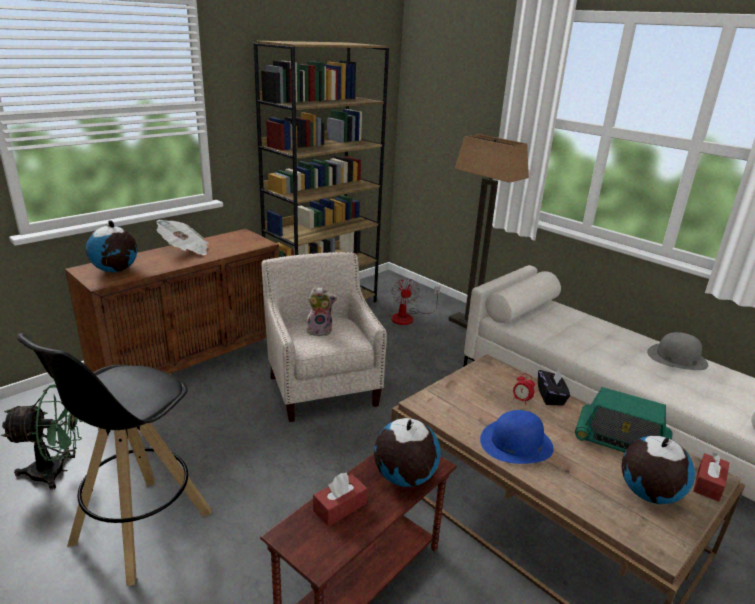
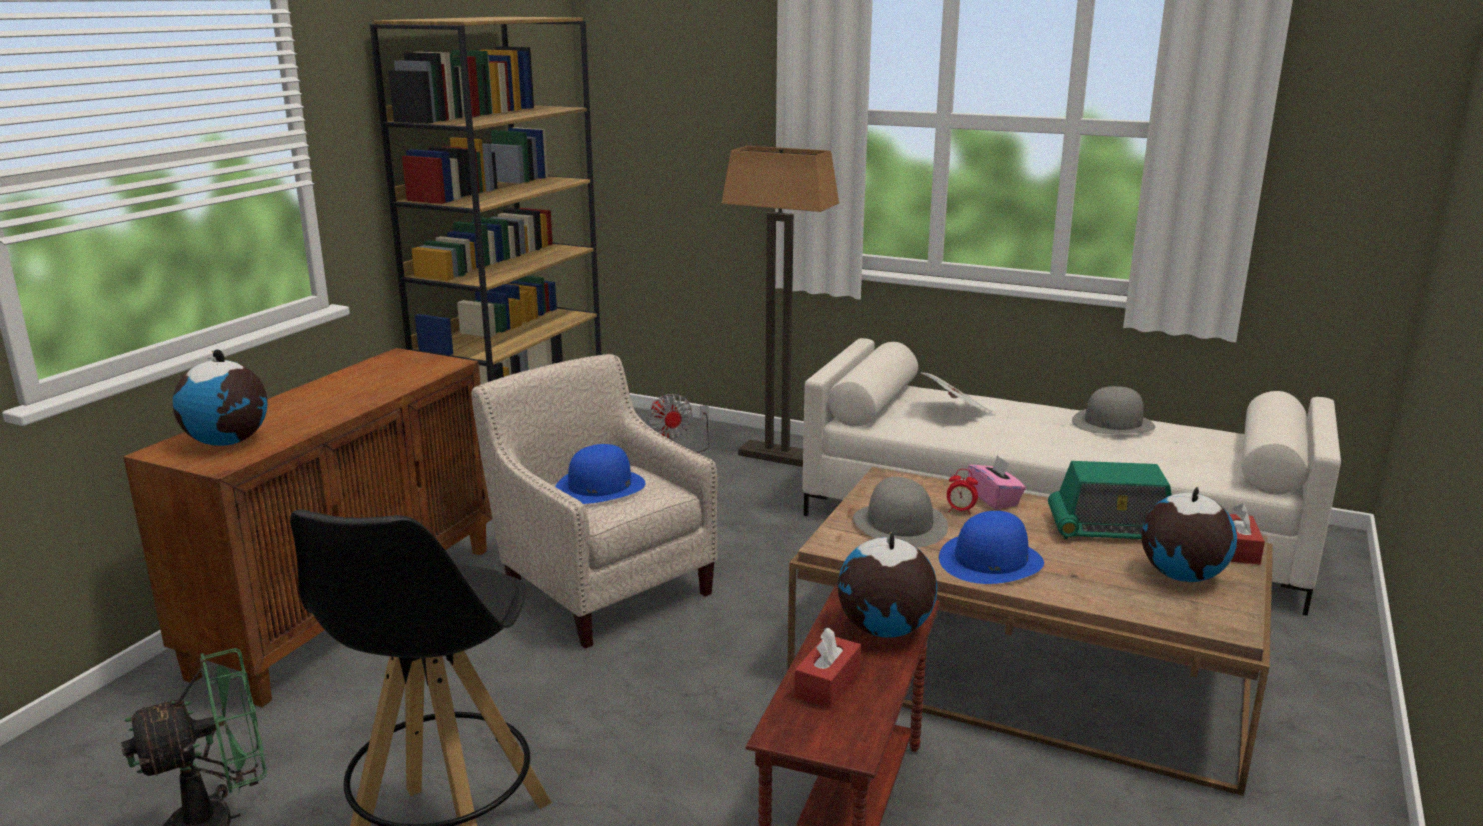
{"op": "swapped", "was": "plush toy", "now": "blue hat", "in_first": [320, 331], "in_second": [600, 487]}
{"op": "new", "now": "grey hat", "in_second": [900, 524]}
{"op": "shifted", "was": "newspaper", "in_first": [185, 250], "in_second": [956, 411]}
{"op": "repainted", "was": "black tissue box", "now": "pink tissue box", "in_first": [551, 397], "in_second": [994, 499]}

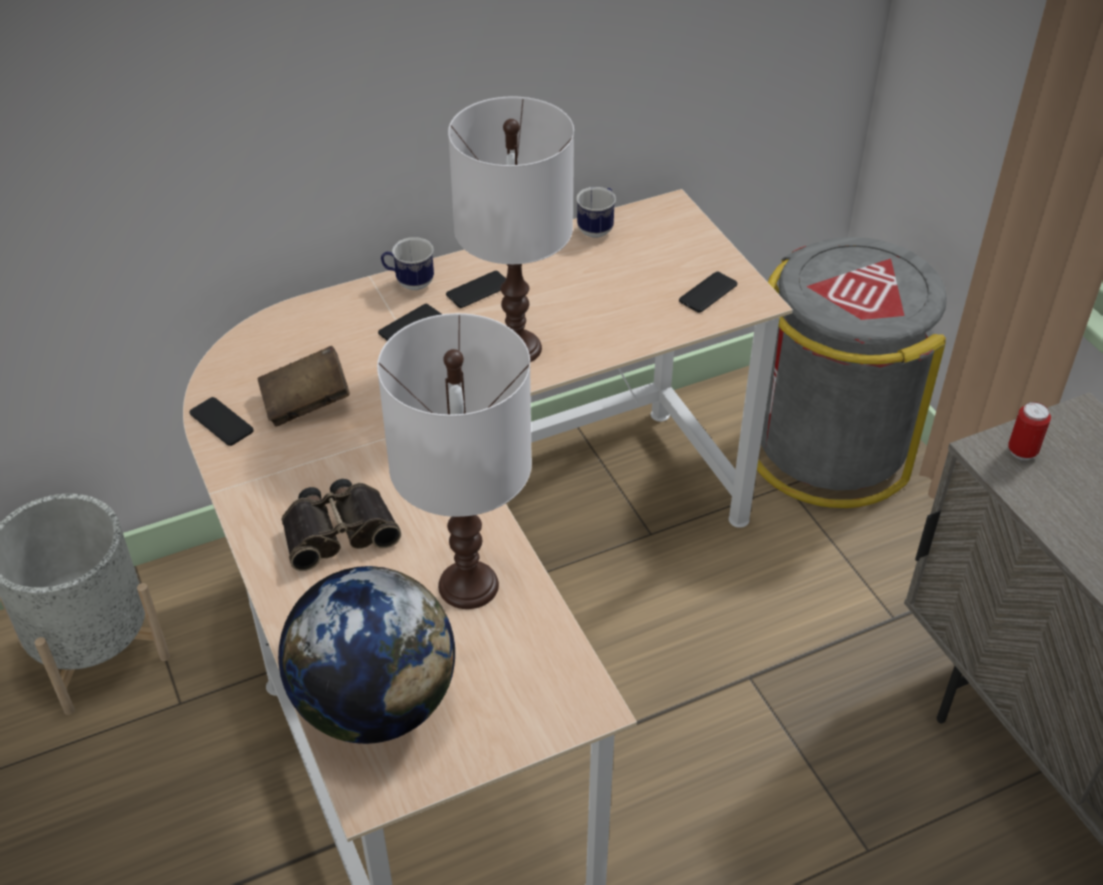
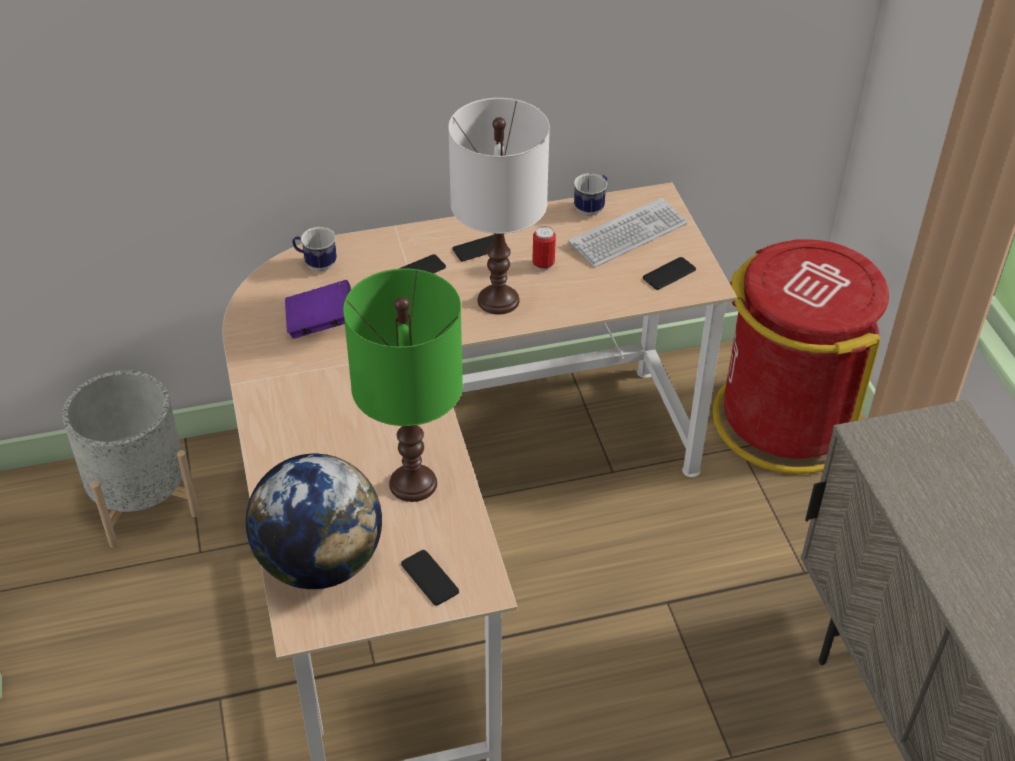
{"op": "repainted", "was": "brown book", "now": "purple book", "in_first": [306, 403], "in_second": [320, 323]}
{"op": "shifted", "was": "mug", "in_first": [409, 283], "in_second": [316, 264]}
{"op": "repainted", "was": "white table lamp", "now": "green table lamp", "in_first": [467, 584], "in_second": [412, 482]}
{"op": "shifted", "was": "phone", "in_first": [221, 422], "in_second": [430, 578]}
{"op": "shifted", "was": "can", "in_first": [1022, 451], "in_second": [543, 264]}
{"op": "new", "now": "keyboard", "in_second": [628, 234]}
{"op": "repainted", "was": "grey trash can", "now": "red trash can", "in_first": [827, 447], "in_second": [784, 420]}
{"op": "gone", "was": "binoculars", "in_first": [338, 529]}

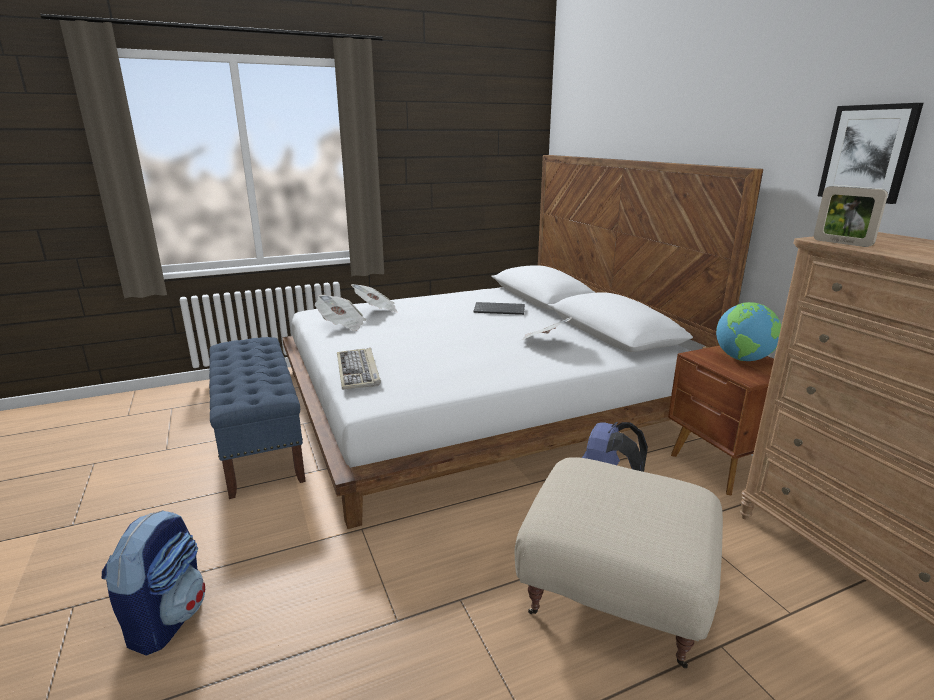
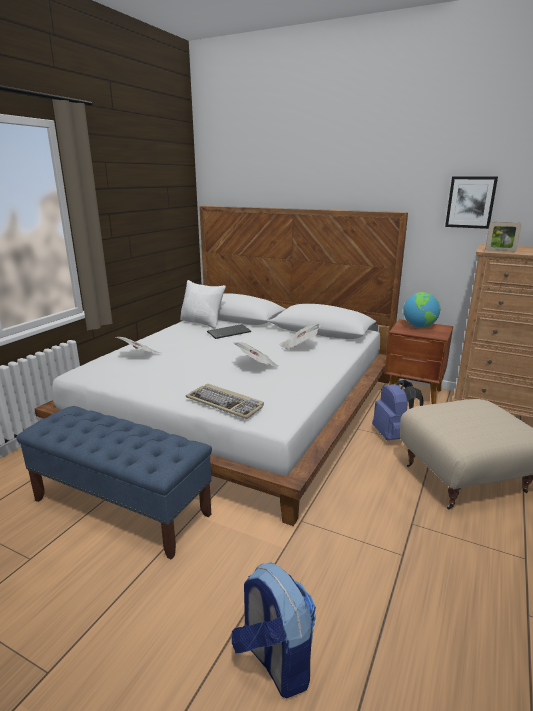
{"op": "new", "now": "white pillow", "in_second": [202, 323]}
{"op": "shifted", "was": "newspaper", "in_first": [342, 325], "in_second": [256, 365]}

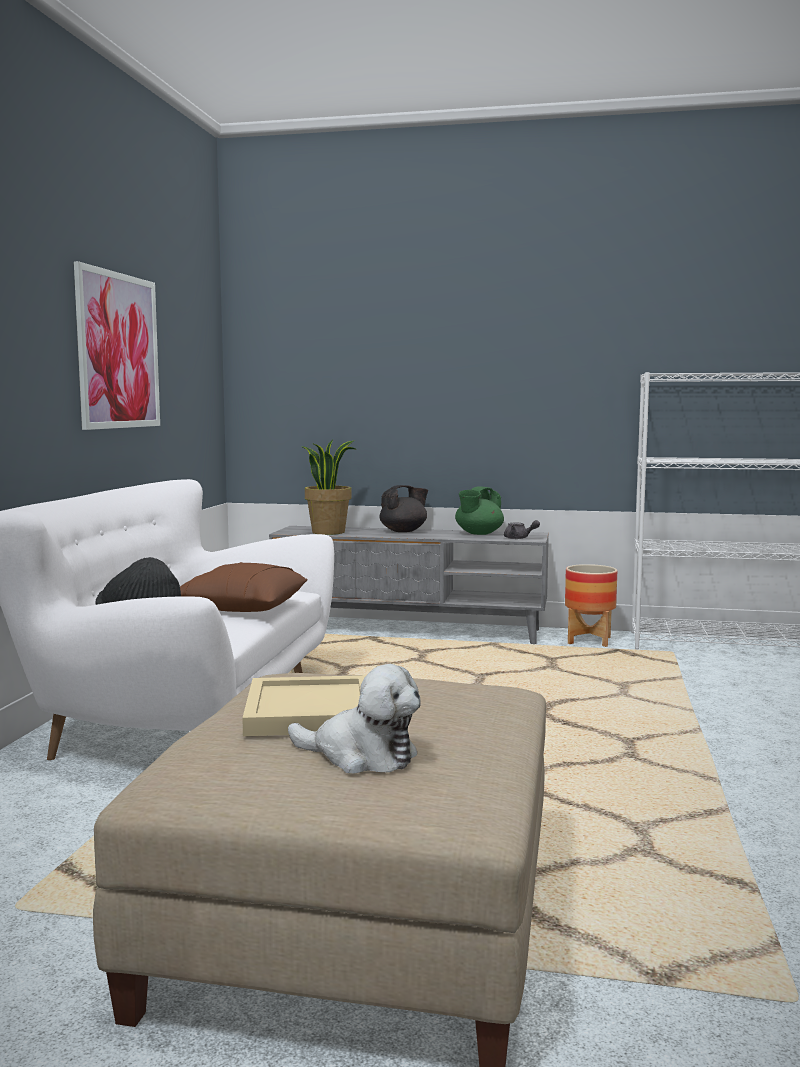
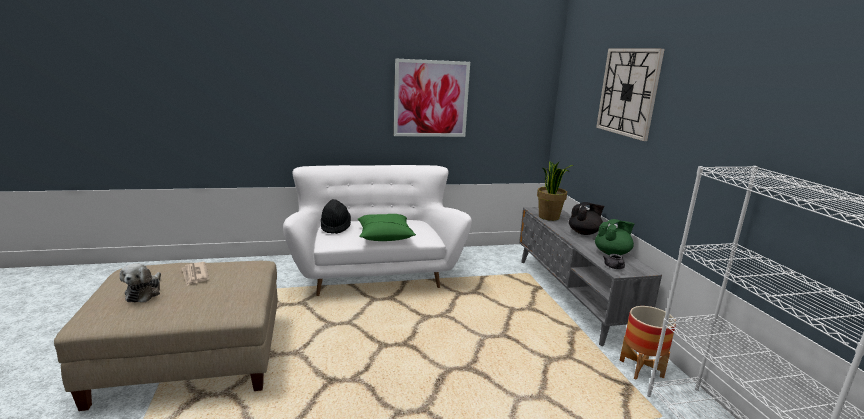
{"op": "swapped", "was": "beige tray", "now": "newspaper", "in_first": [312, 711], "in_second": [195, 275]}
{"op": "repainted", "was": "brown pillow", "now": "green pillow", "in_first": [242, 607], "in_second": [384, 236]}
{"op": "rotated", "was": "black teapot", "in_first": [404, 531], "in_second": [584, 233], "clockwise": -60}
{"op": "rotated", "was": "green teapot", "in_first": [478, 533], "in_second": [612, 253], "clockwise": 135}
{"op": "new", "now": "wall clock", "in_second": [628, 92]}

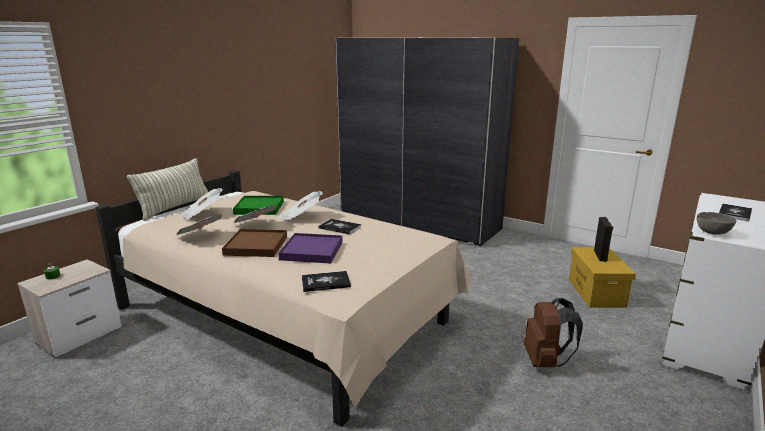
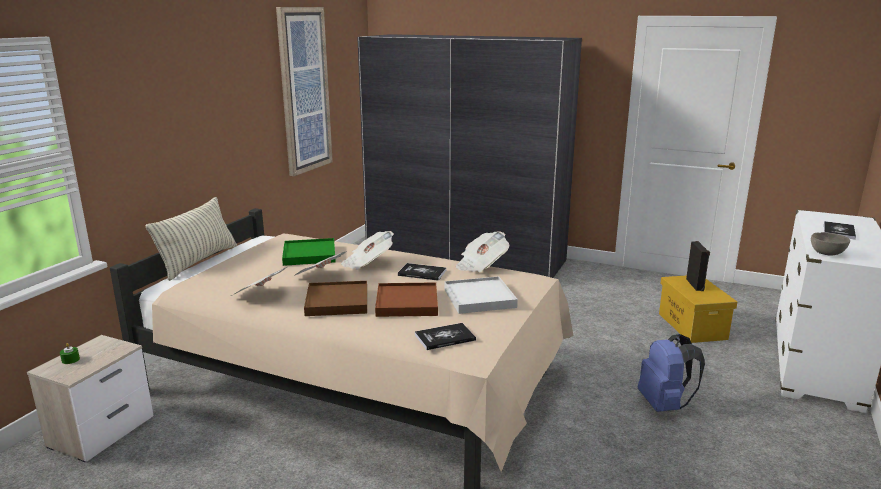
{"op": "new", "now": "picture", "in_second": [304, 91]}
{"op": "repainted", "was": "purple tray", "now": "brown tray", "in_first": [311, 251], "in_second": [406, 303]}
{"op": "new", "now": "white tray", "in_second": [479, 298]}
{"op": "shifted", "was": "newspaper", "in_first": [202, 214], "in_second": [481, 265]}
{"op": "repainted", "was": "brown backpack", "now": "blue backpack", "in_first": [545, 361], "in_second": [664, 405]}

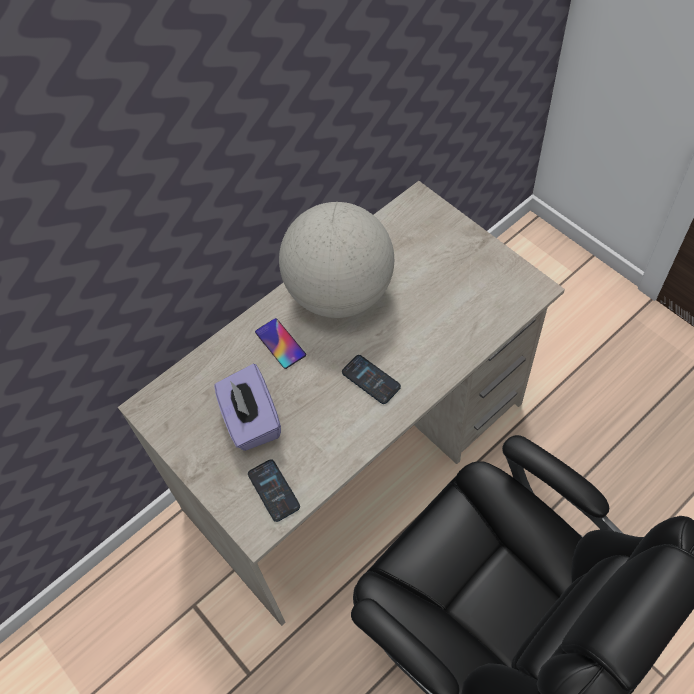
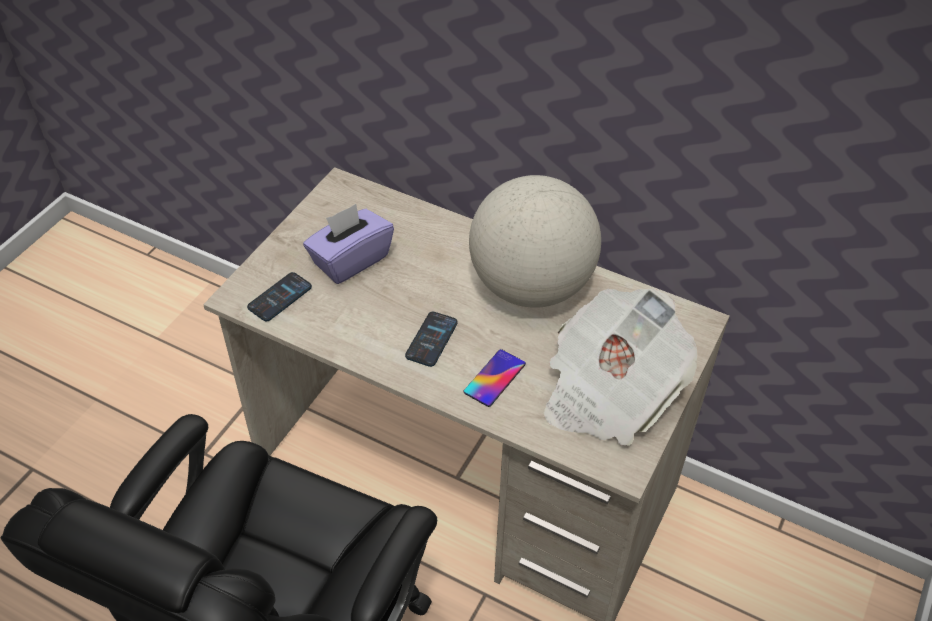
{"op": "shifted", "was": "phone", "in_first": [280, 343], "in_second": [494, 378]}
{"op": "new", "now": "newspaper", "in_second": [609, 391]}

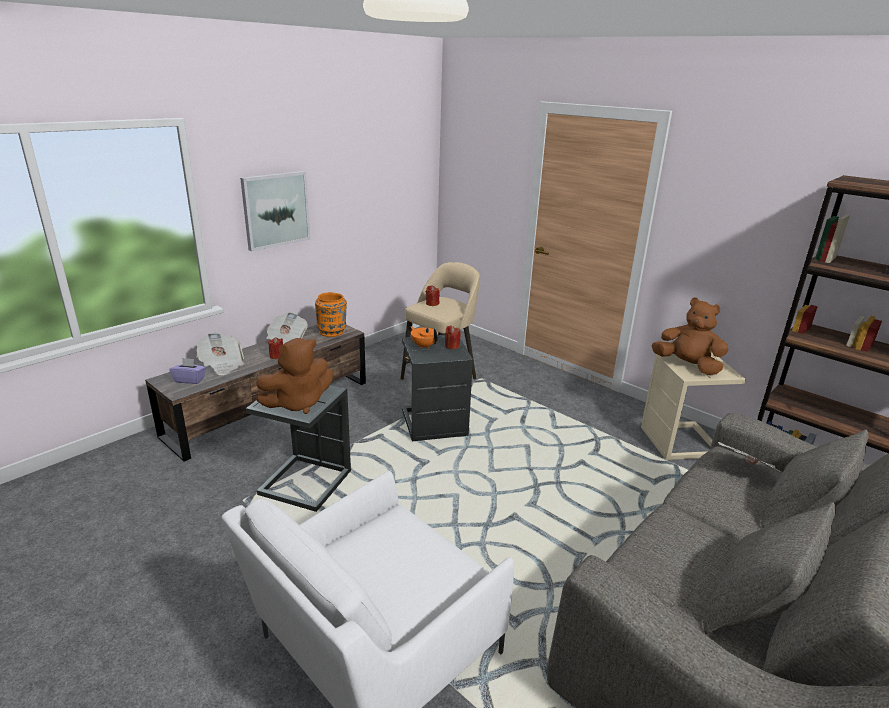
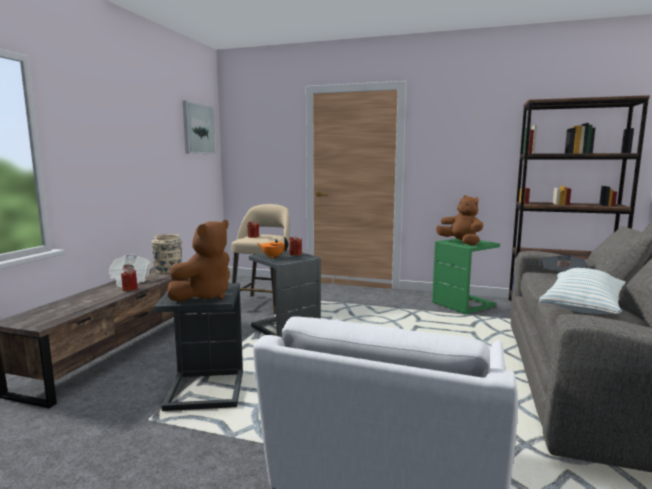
{"op": "repainted", "was": "orange vase", "now": "beige vase", "in_first": [332, 332], "in_second": [169, 270]}
{"op": "shifted", "was": "picture", "in_first": [276, 210], "in_second": [198, 129]}
{"op": "repainted", "was": "beige side table", "now": "green side table", "in_first": [682, 443], "in_second": [464, 305]}
{"op": "rotated", "was": "brown plush toy", "in_first": [687, 365], "in_second": [461, 243], "clockwise": 45}
{"op": "new", "now": "pillow", "in_second": [582, 307]}
{"op": "gone", "was": "purple tissue box", "in_first": [190, 380]}
{"op": "gone", "was": "newspaper", "in_first": [222, 365]}

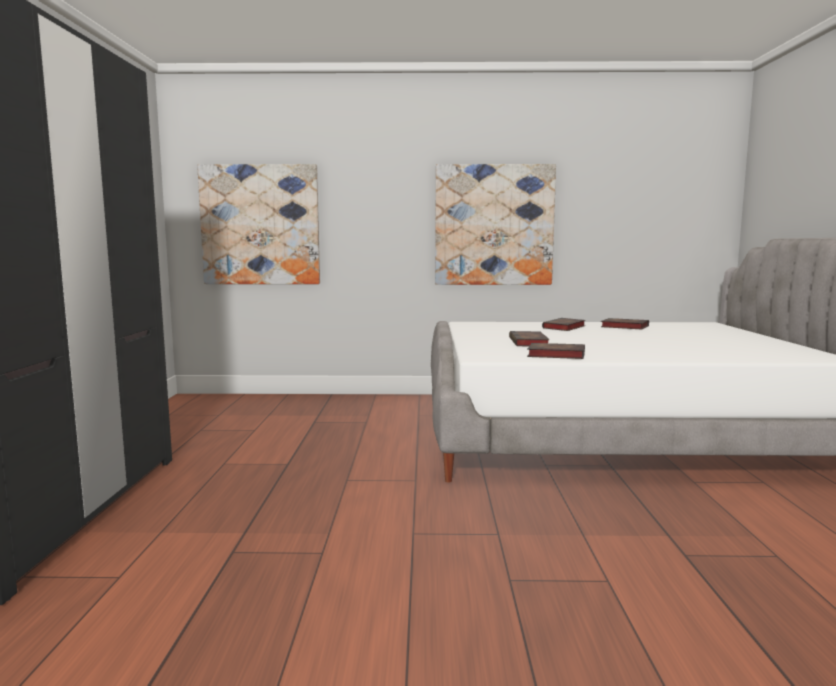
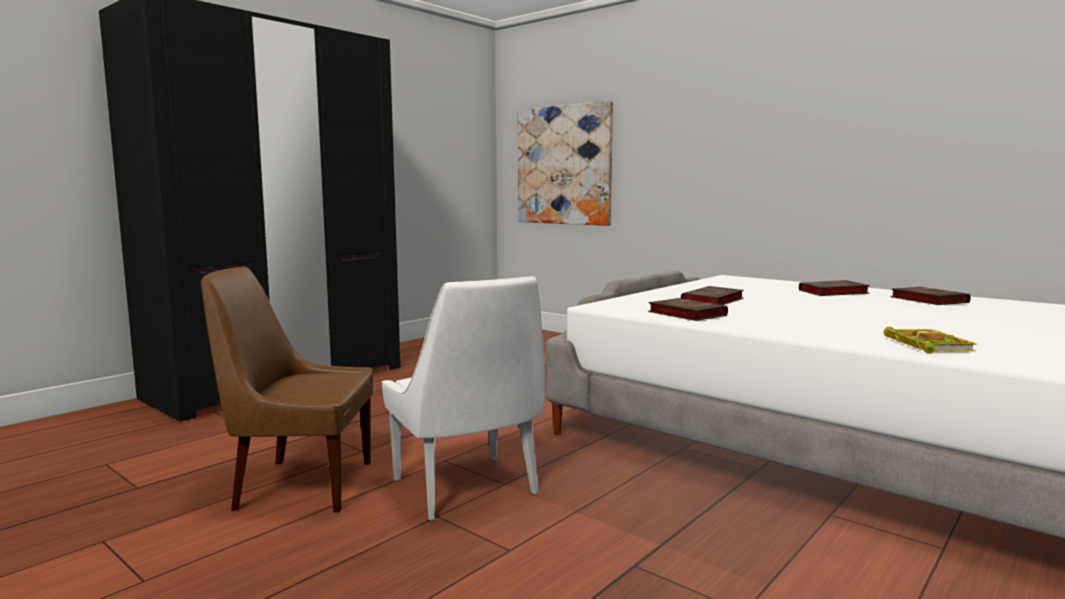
{"op": "new", "now": "brown chair", "in_second": [300, 485]}
{"op": "new", "now": "white chair", "in_second": [467, 488]}
{"op": "new", "now": "book", "in_second": [926, 344]}
{"op": "gone", "was": "picture", "in_first": [494, 225]}

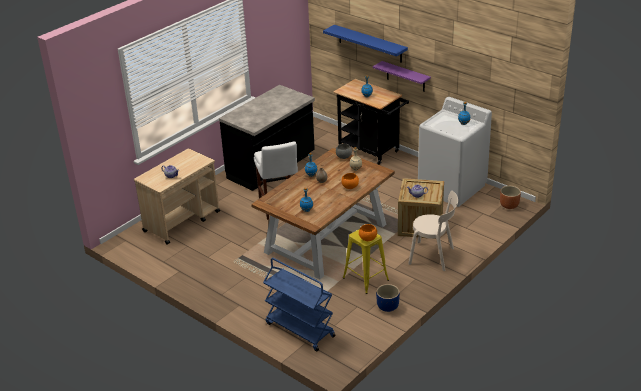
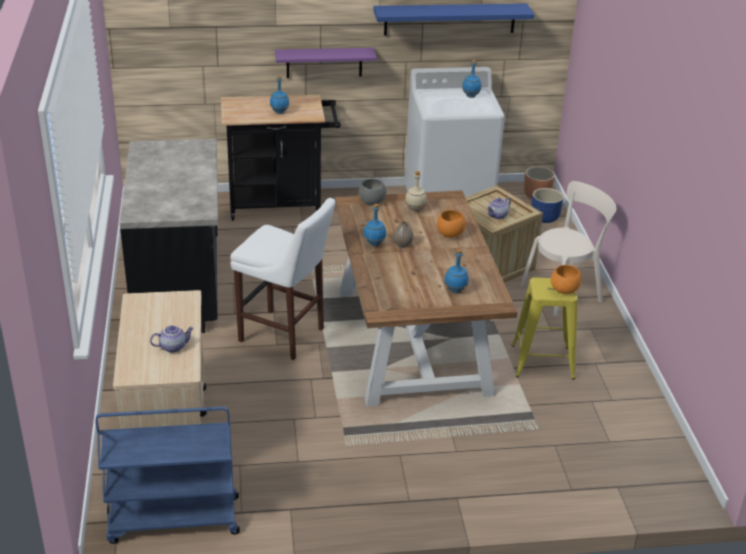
{"op": "shifted", "was": "blue cart", "in_first": [299, 330], "in_second": [173, 520]}
{"op": "shifted", "was": "blue shelf", "in_first": [370, 43], "in_second": [449, 19]}
{"op": "shifted", "was": "blue planter", "in_first": [387, 306], "in_second": [544, 218]}

